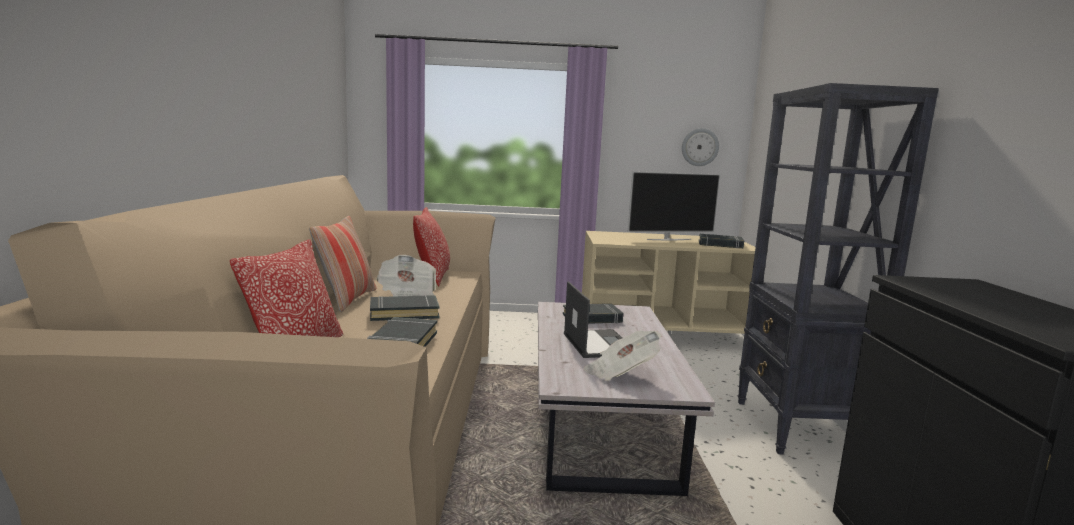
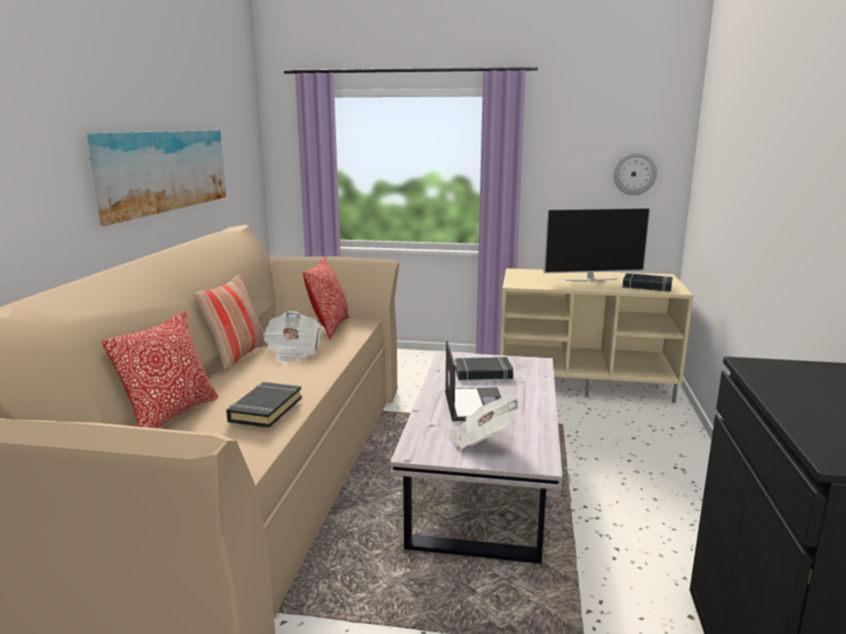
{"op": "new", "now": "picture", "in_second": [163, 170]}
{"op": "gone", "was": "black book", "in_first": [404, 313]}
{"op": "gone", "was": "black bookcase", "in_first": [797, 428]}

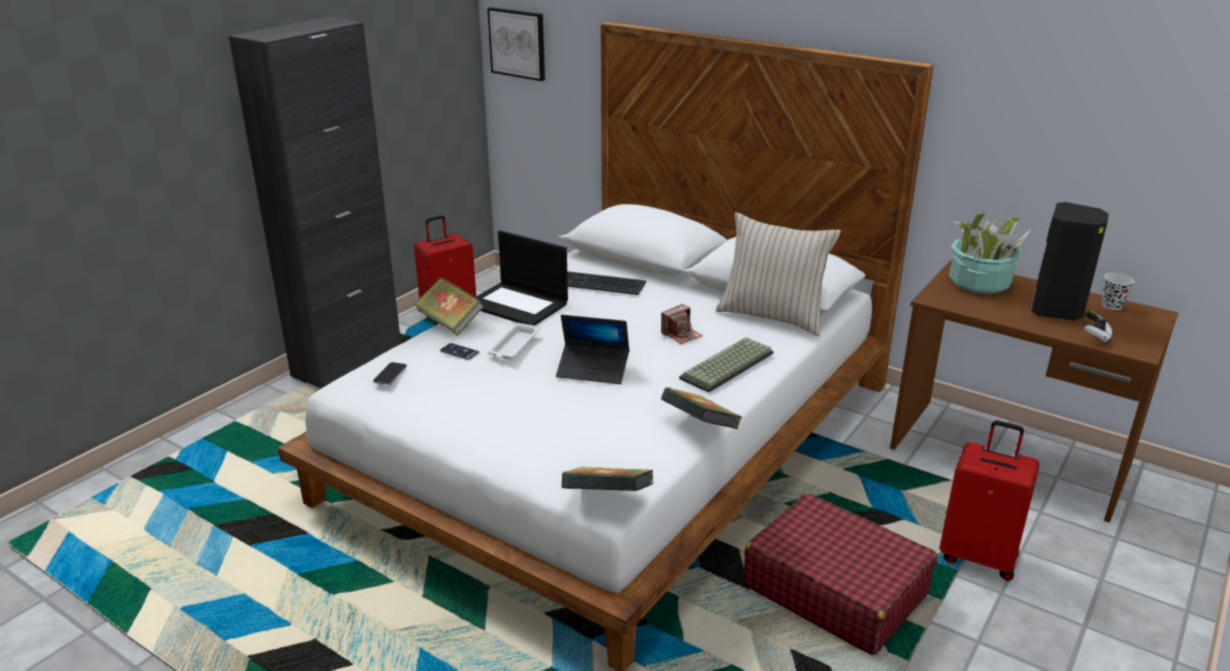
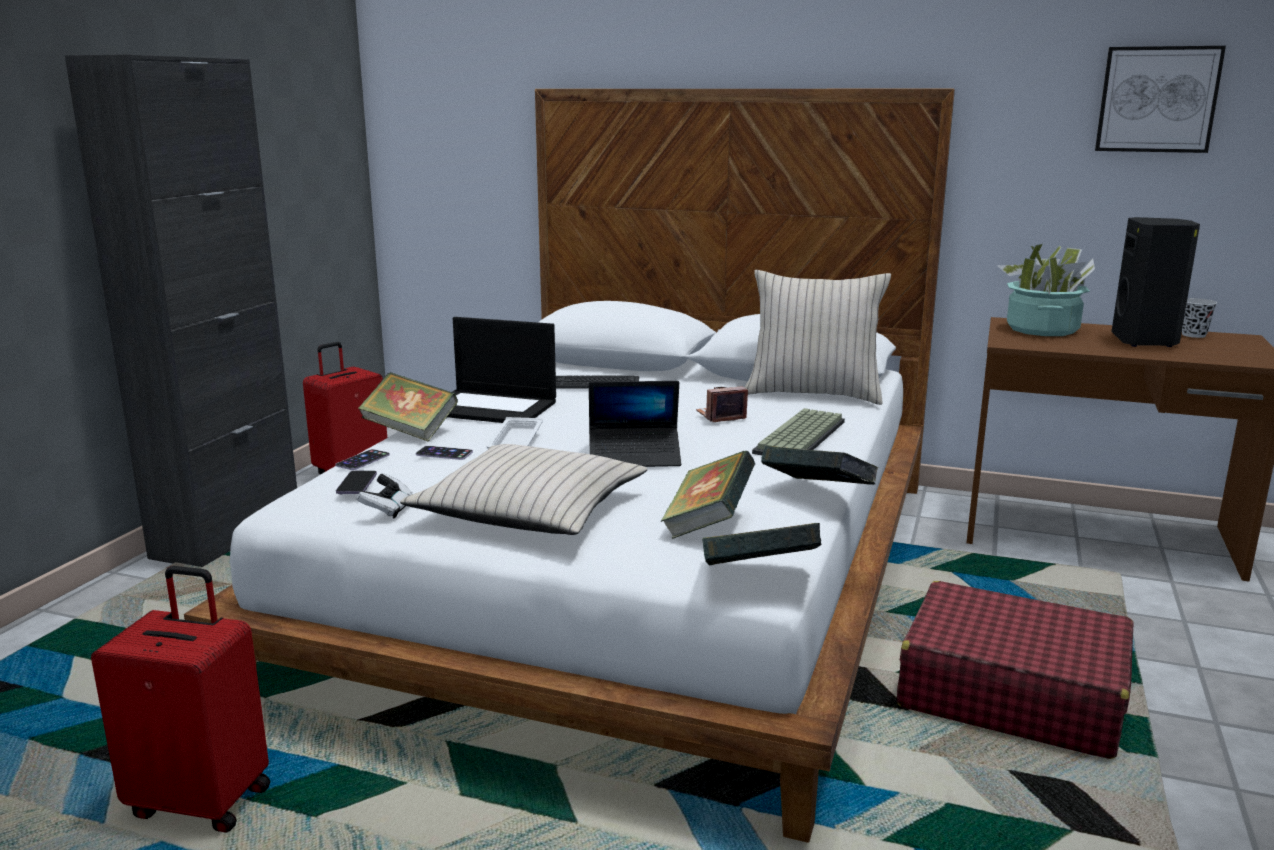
{"op": "shifted", "was": "red suitcase", "in_first": [978, 556], "in_second": [203, 800]}
{"op": "new", "now": "phone", "in_second": [363, 460]}
{"op": "shifted", "was": "game controller", "in_first": [1095, 336], "in_second": [387, 510]}
{"op": "new", "now": "beige pillow", "in_second": [530, 511]}
{"op": "new", "now": "book", "in_second": [708, 524]}
{"op": "rotated", "was": "photo camera", "in_first": [681, 335], "in_second": [720, 416], "clockwise": -150}
{"op": "shifted", "was": "picture", "in_first": [518, 43], "in_second": [1157, 99]}

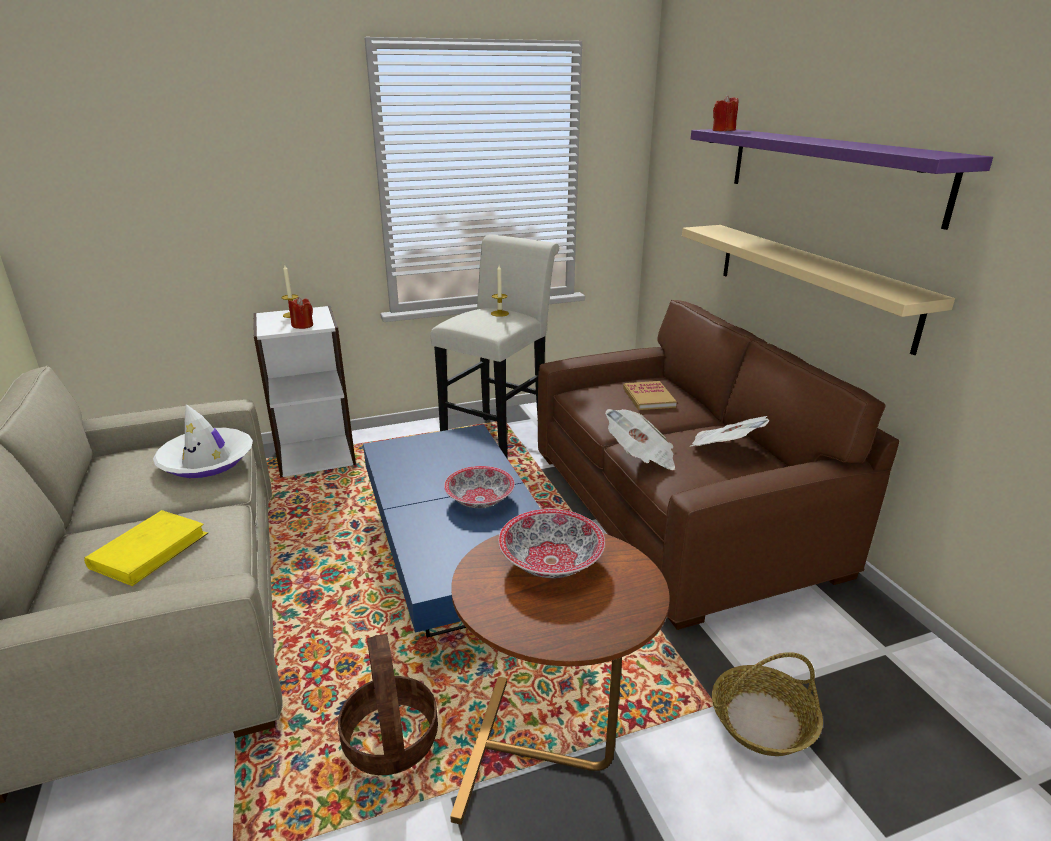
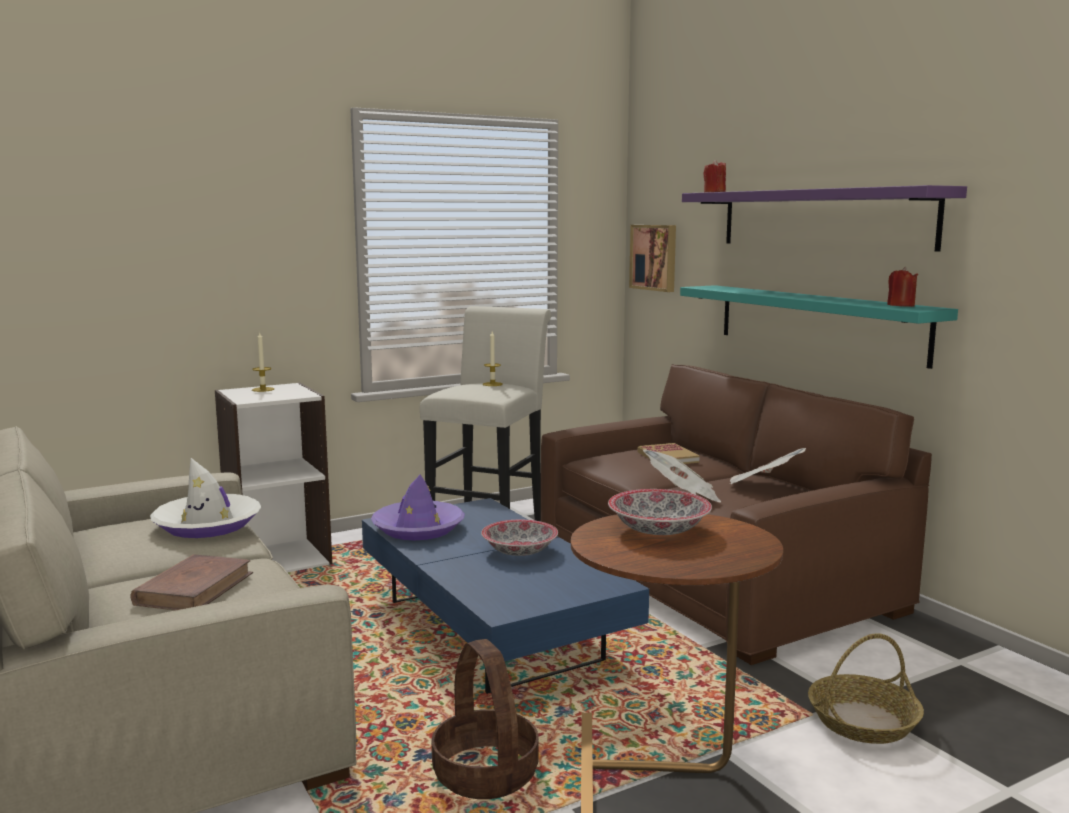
{"op": "repainted", "was": "yellow book", "now": "brown book", "in_first": [150, 550], "in_second": [194, 589]}
{"op": "new", "now": "purple hat", "in_second": [418, 528]}
{"op": "new", "now": "picture", "in_second": [655, 257]}
{"op": "repainted", "was": "beige shelf", "now": "turquoise shelf", "in_first": [809, 281], "in_second": [817, 322]}
{"op": "shifted", "was": "red candle", "in_first": [302, 325], "in_second": [900, 305]}

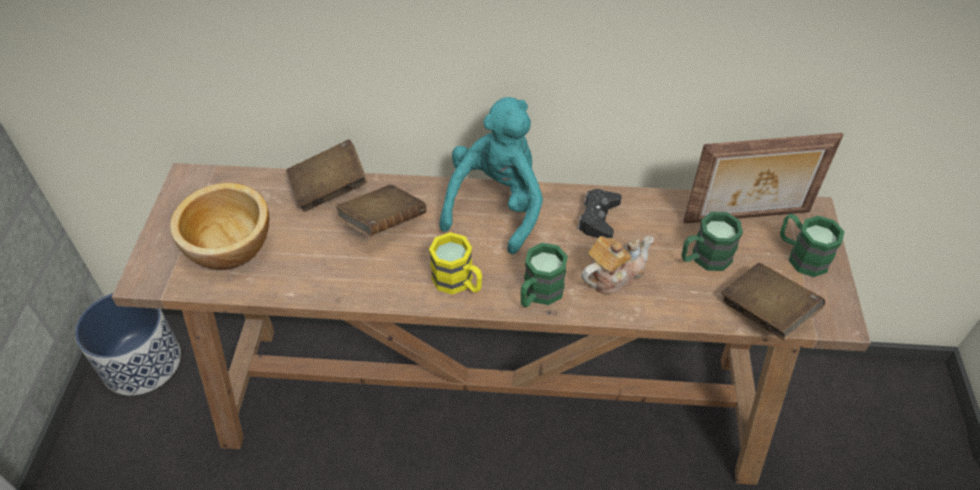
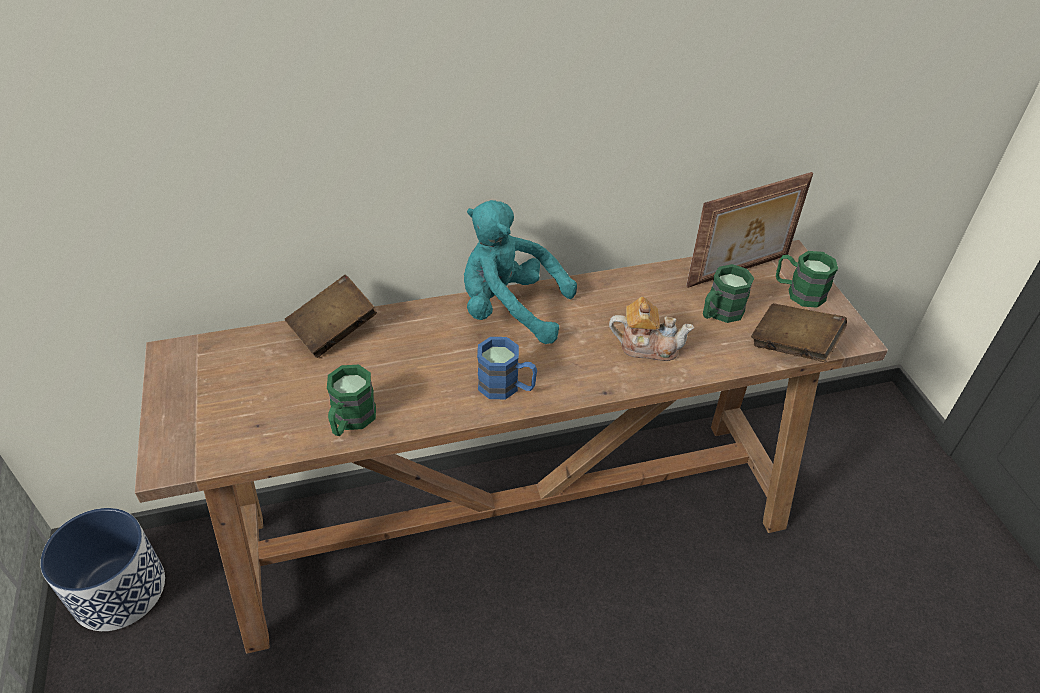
{"op": "shifted", "was": "green mug", "in_first": [538, 294], "in_second": [350, 421]}
{"op": "rotated", "was": "turquoise plush toy", "in_first": [496, 205], "in_second": [509, 310], "clockwise": -75}
{"op": "repainted", "was": "yellow mug", "now": "blue mug", "in_first": [458, 283], "in_second": [506, 387]}
{"op": "rotated", "was": "teapot", "in_first": [613, 275], "in_second": [647, 346], "clockwise": 60}
{"op": "gone", "was": "bowl", "in_first": [230, 245]}
{"op": "gone", "was": "brown book", "in_first": [383, 224]}
{"op": "gone", "was": "black game controller", "in_first": [598, 218]}

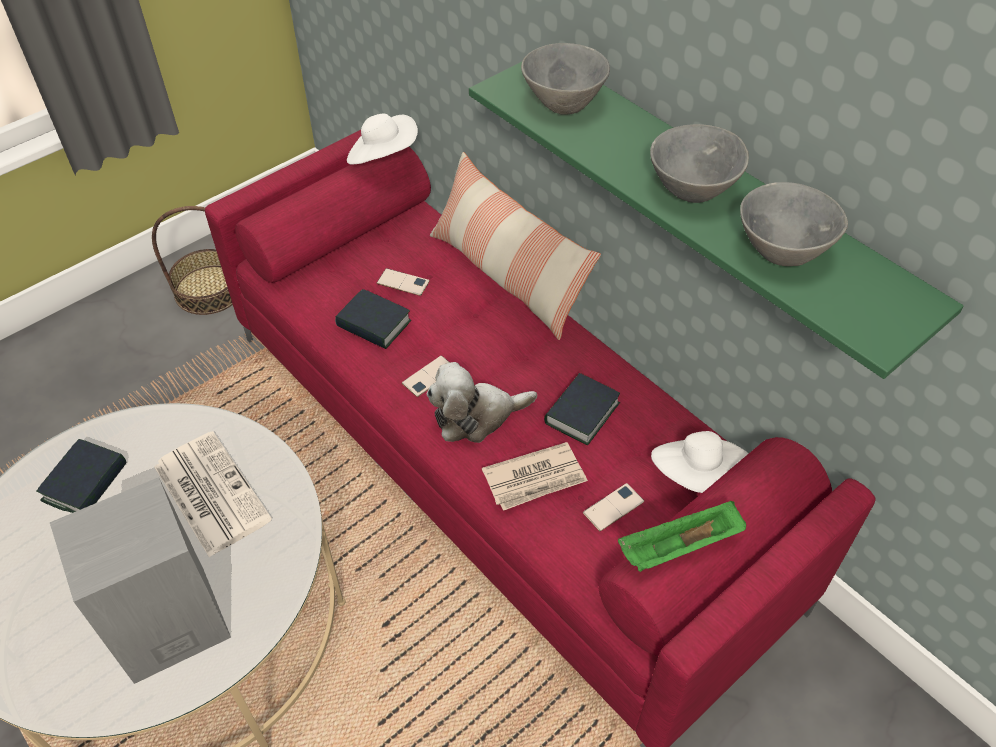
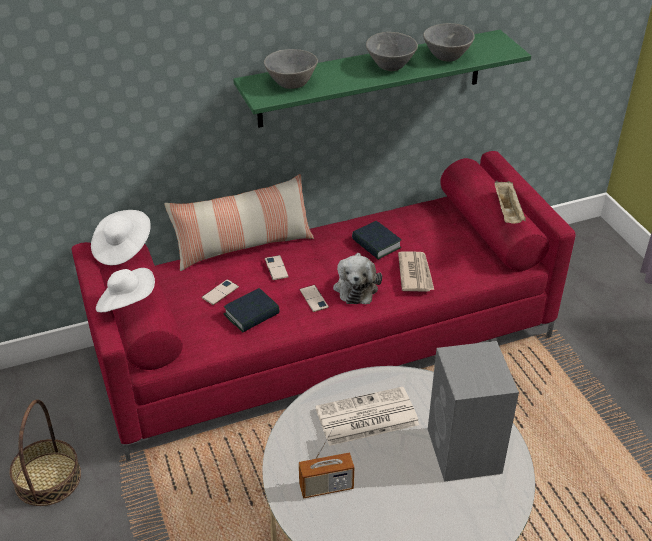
{"op": "shifted", "was": "white hat", "in_first": [697, 474], "in_second": [127, 303]}
{"op": "shifted", "was": "phone", "in_first": [613, 507], "in_second": [276, 268]}
{"op": "swapped", "was": "book", "now": "radio", "in_first": [86, 482], "in_second": [326, 487]}
{"op": "repainted", "was": "green tray", "now": "beige tray", "in_first": [679, 548], "in_second": [508, 212]}

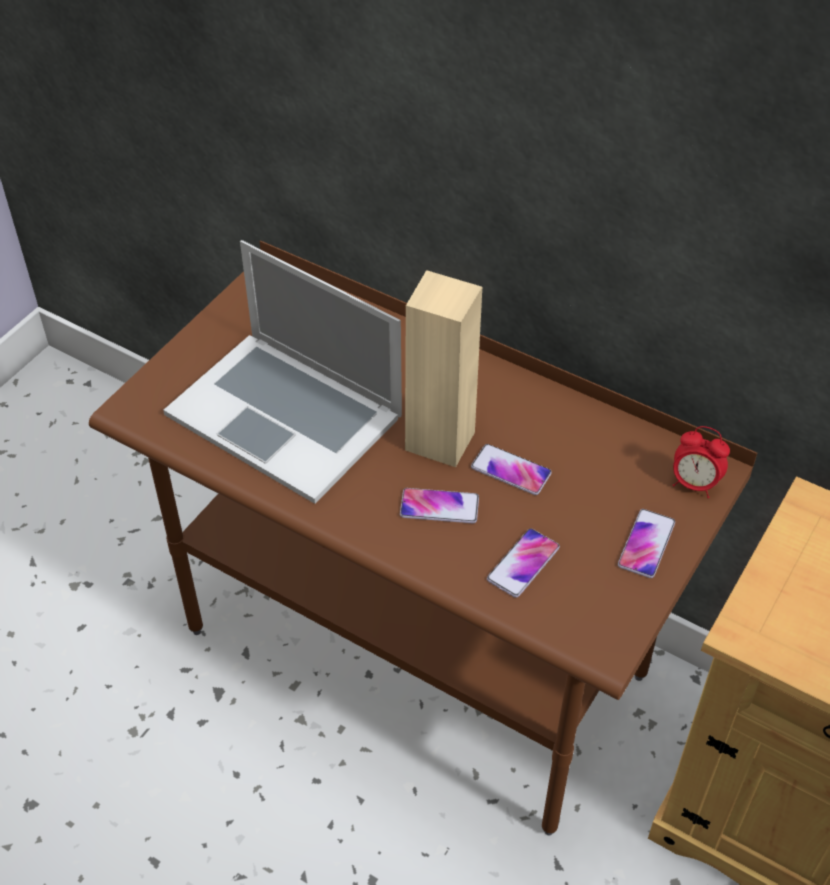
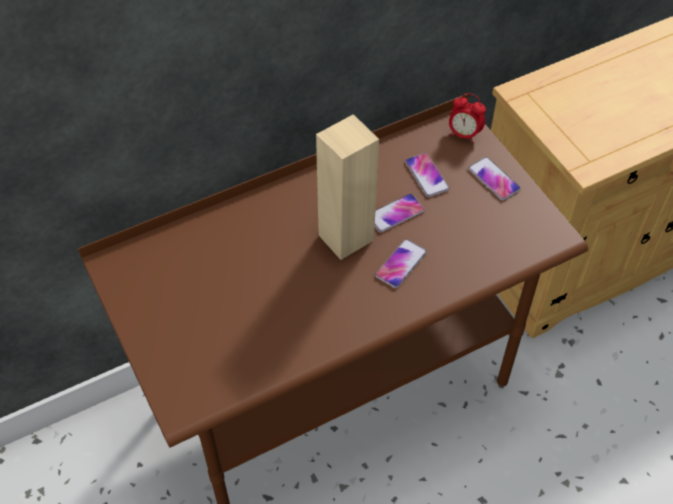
{"op": "shifted", "was": "phone", "in_first": [523, 563], "in_second": [426, 175]}
{"op": "rotated", "was": "alarm clock", "in_first": [694, 484], "in_second": [464, 134], "clockwise": 60}
{"op": "gone", "was": "laptop", "in_first": [285, 414]}

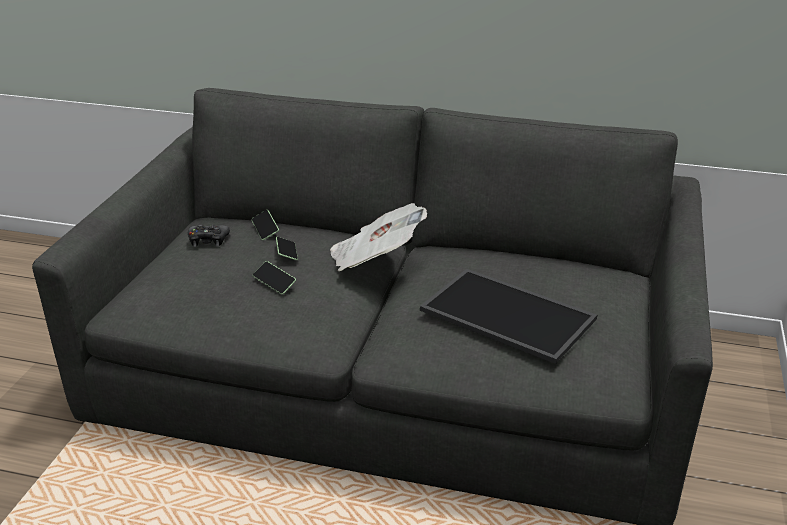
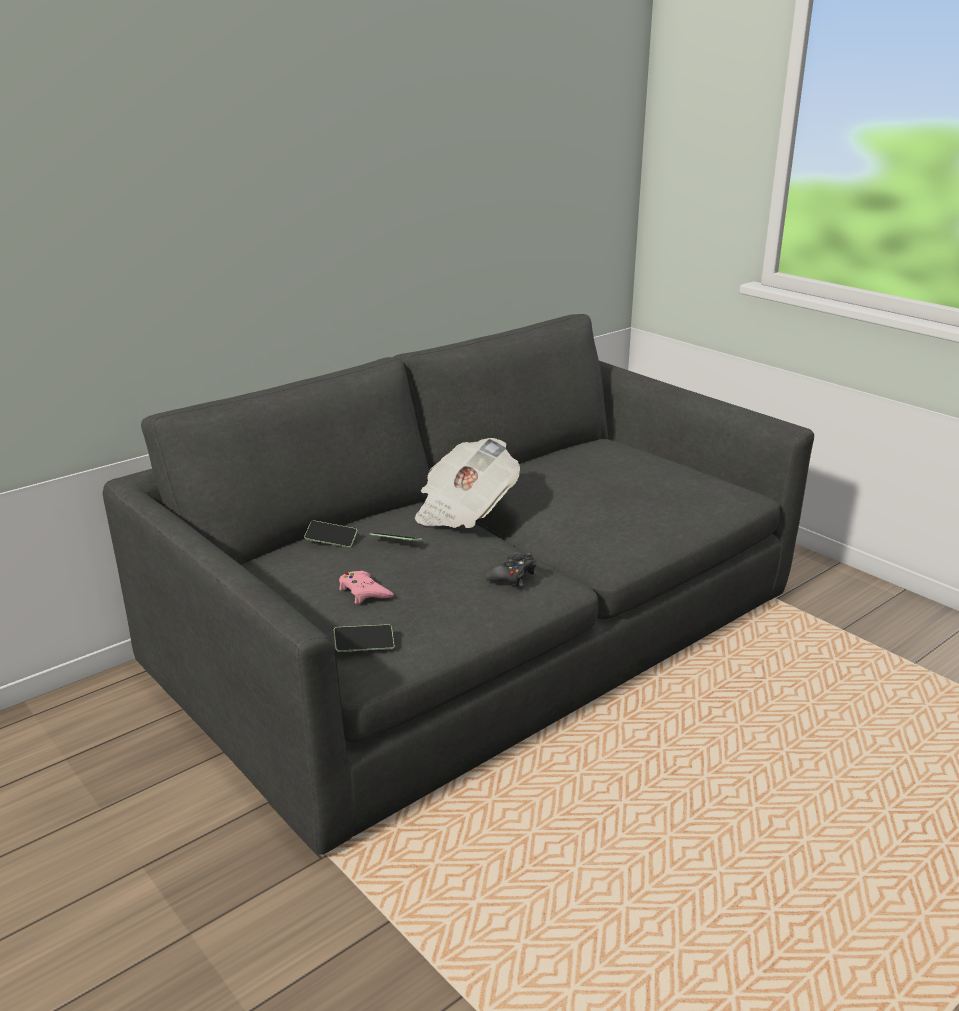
{"op": "shifted", "was": "phone", "in_first": [274, 283], "in_second": [364, 645]}
{"op": "new", "now": "pink game controller", "in_second": [364, 592]}
{"op": "shifted", "was": "black game controller", "in_first": [208, 240], "in_second": [513, 576]}
{"op": "gone", "was": "tray", "in_first": [510, 314]}

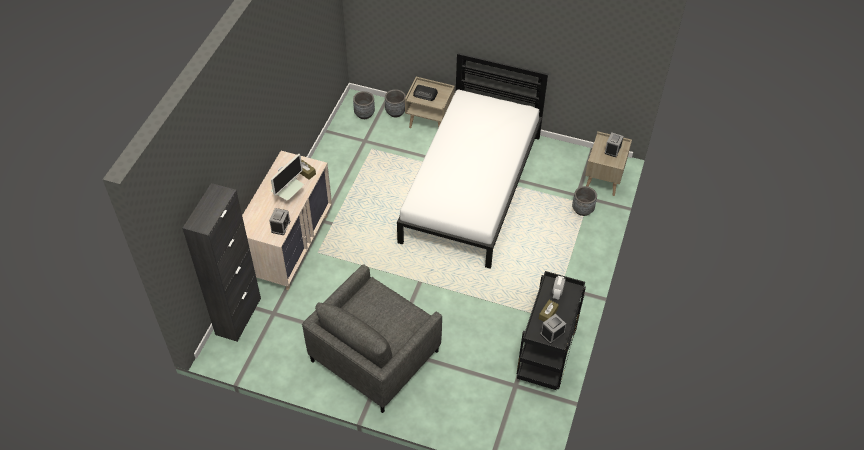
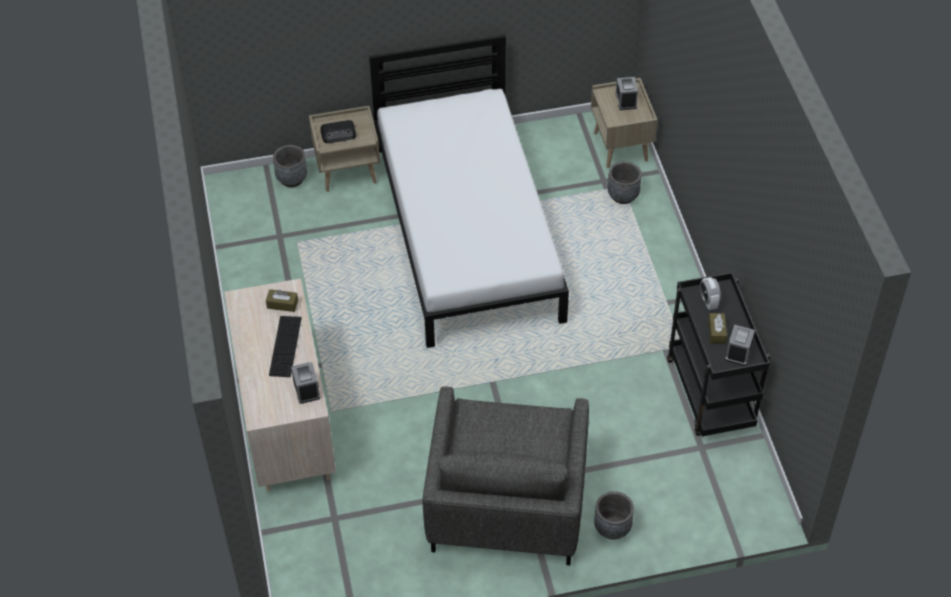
{"op": "swapped", "was": "monitor", "now": "keyboard", "in_first": [288, 196], "in_second": [285, 346]}
{"op": "shifted", "was": "grey planter", "in_first": [364, 114], "in_second": [612, 528]}
{"op": "gone", "was": "black cabinet", "in_first": [238, 316]}

